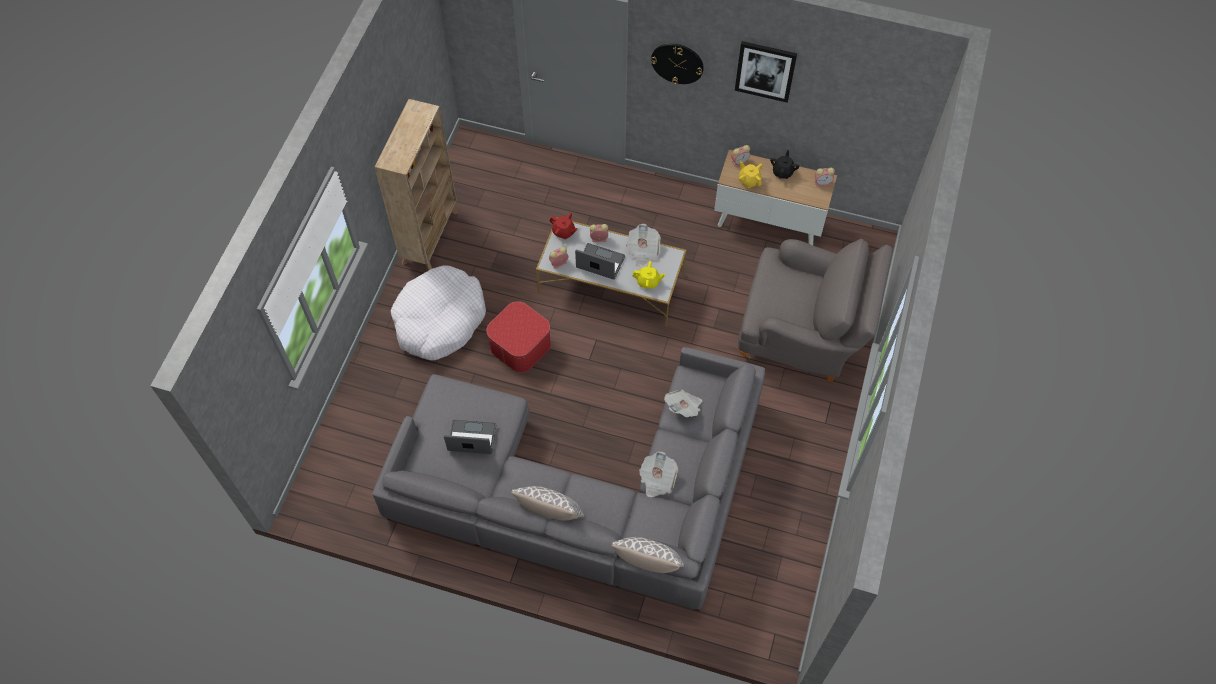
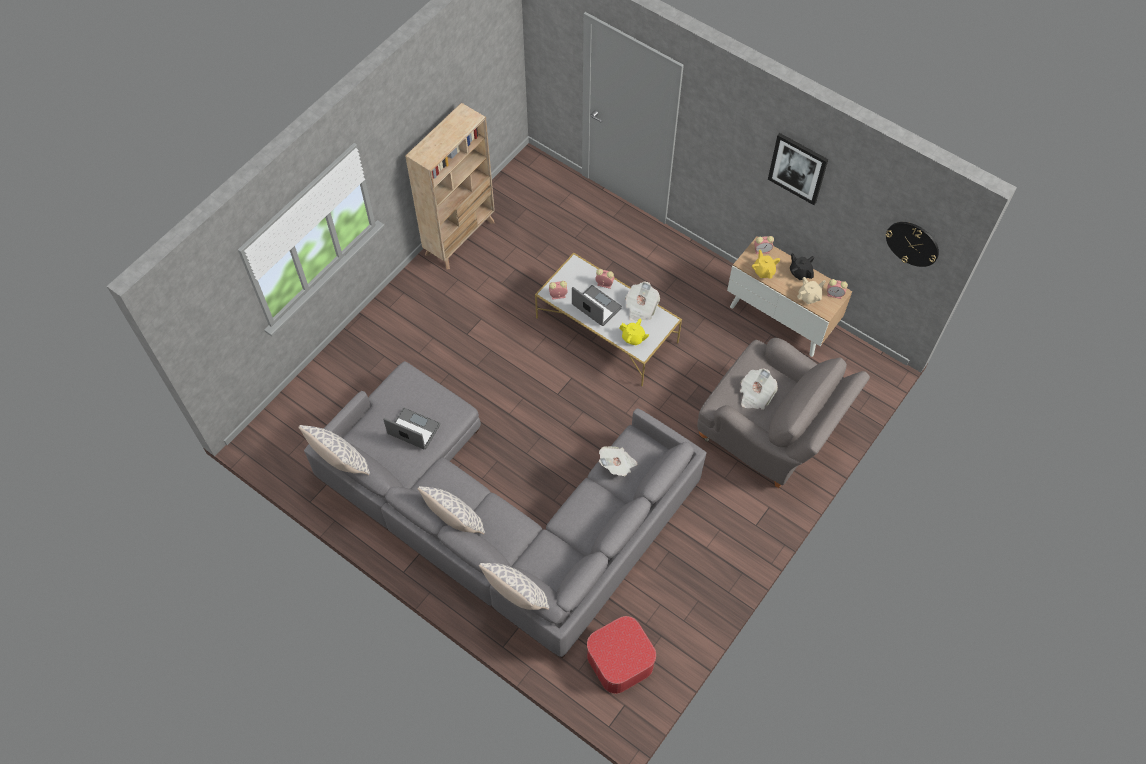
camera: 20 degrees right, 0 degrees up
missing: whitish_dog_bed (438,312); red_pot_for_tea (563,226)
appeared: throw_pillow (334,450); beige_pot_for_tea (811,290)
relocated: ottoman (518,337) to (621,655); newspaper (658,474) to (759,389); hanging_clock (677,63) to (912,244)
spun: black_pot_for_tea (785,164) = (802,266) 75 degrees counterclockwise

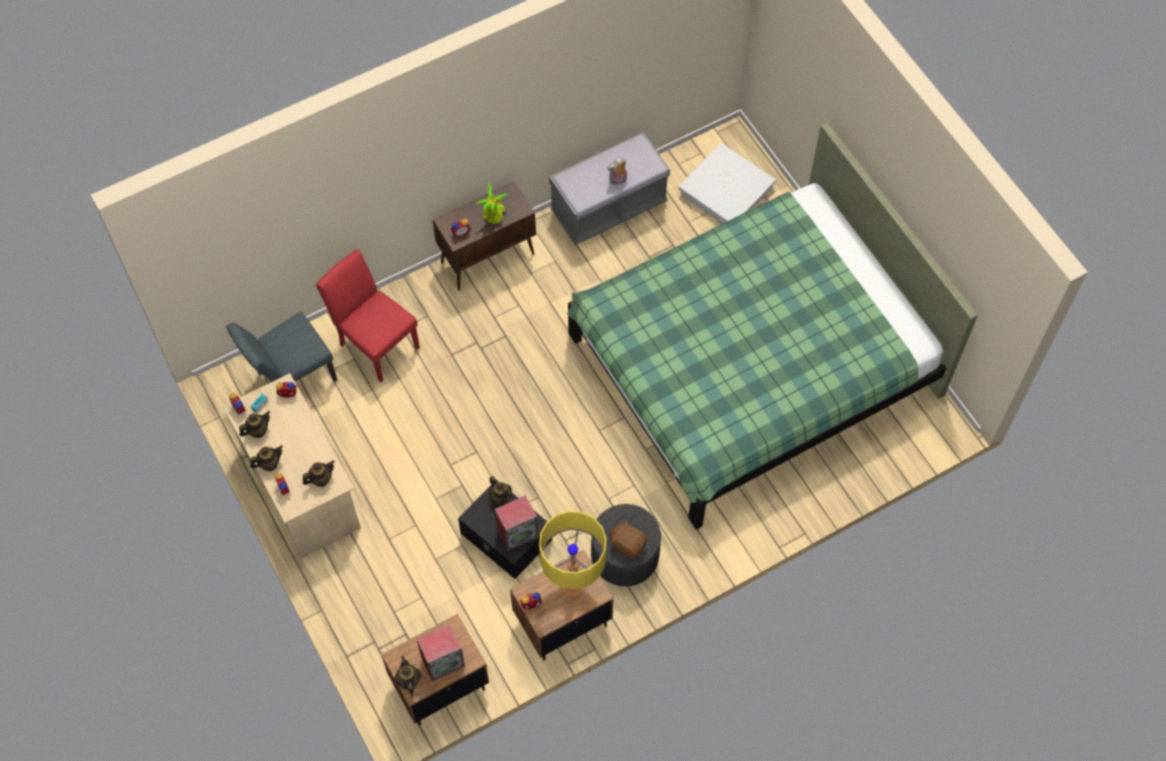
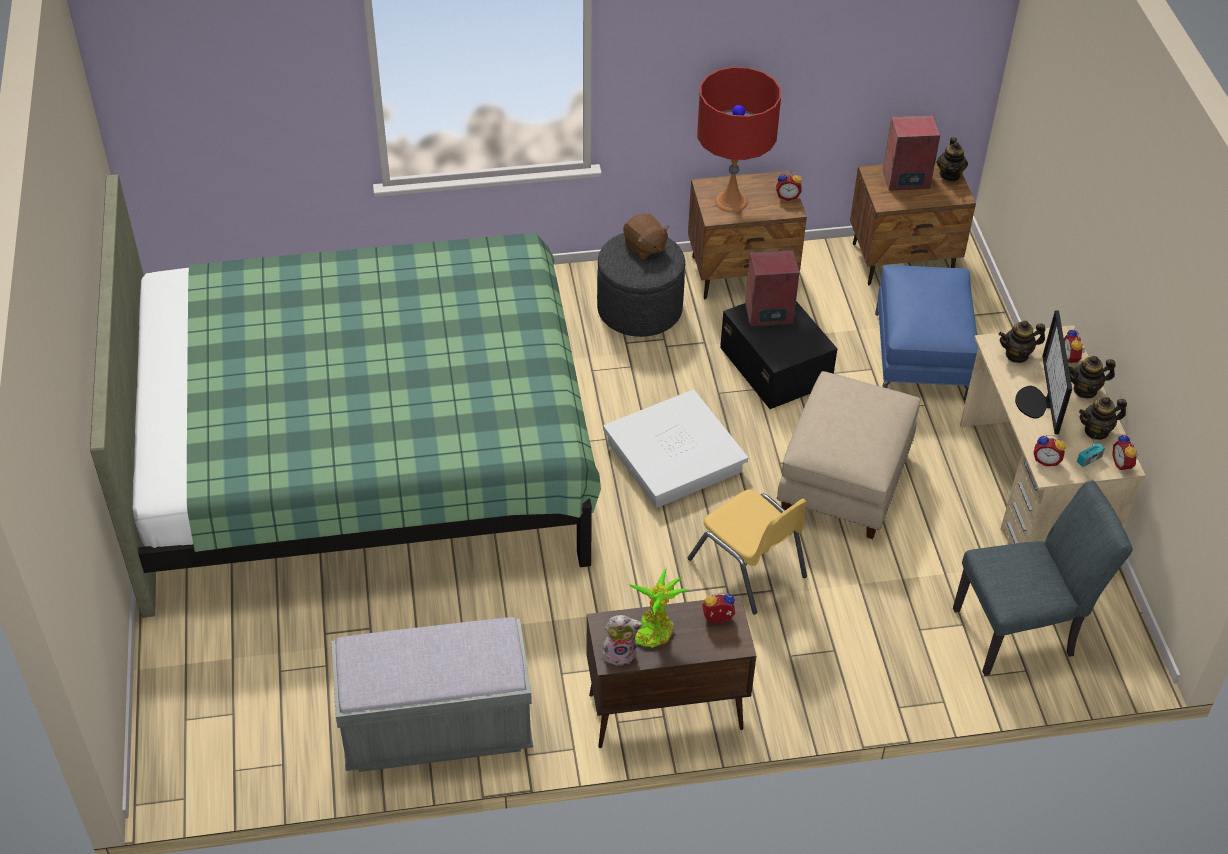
camera: 160 degrees left, 15 degrees down
missing: red_chair (368,315); pot_for_tea (501,490)
appeared: yellow_chair (747,552); beige_ottoman (848,455); bluish_ottoman (926,333); computer_display (1043,372)
relocated: plush_toy (617,171) to (622,640); whitish_storage_bin (727,183) to (675,448)
colour: yellow_tabletop_lamp (572,554) to red_tabletop_lamp (739,140)

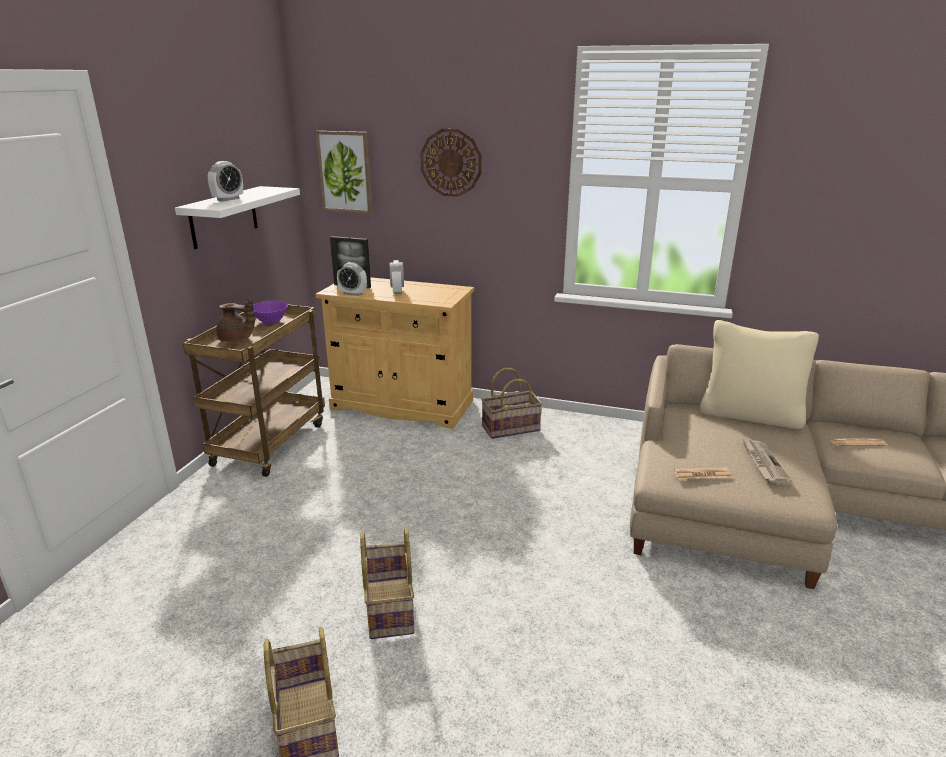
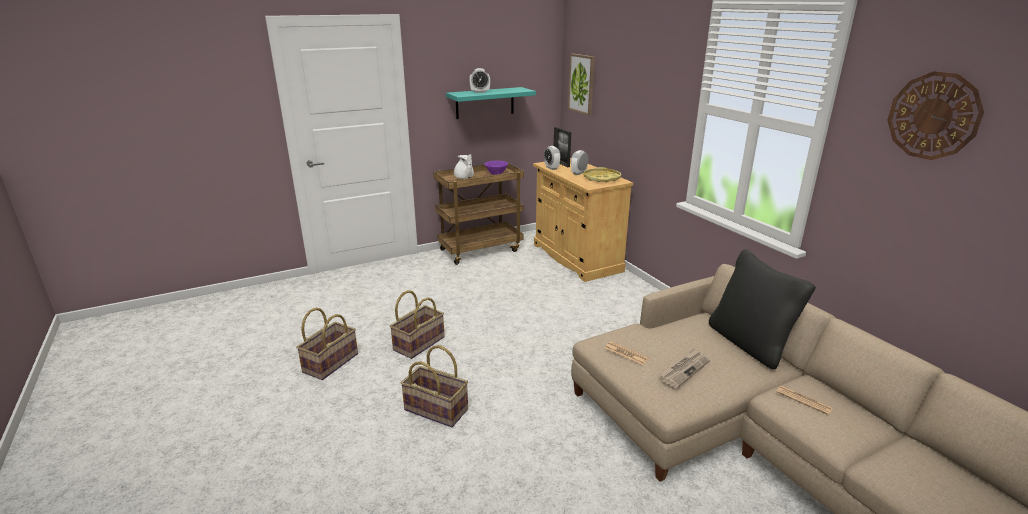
camera: 45 degrees right, 0 degrees up
appeared: yellow_serving_tray (602,175)
relocated: hanging_clock (451,163) to (935,115); basket (511,403) to (434,386)
colour: whitish_wall_shelf (237,217) to blue-green_wall_shelf (491,103); brownish_pot_for_tea (235,320) to whitish_pot_for_tea (464,166); beige_throw_pillow (759,374) to black_throw_pillow (762,309)

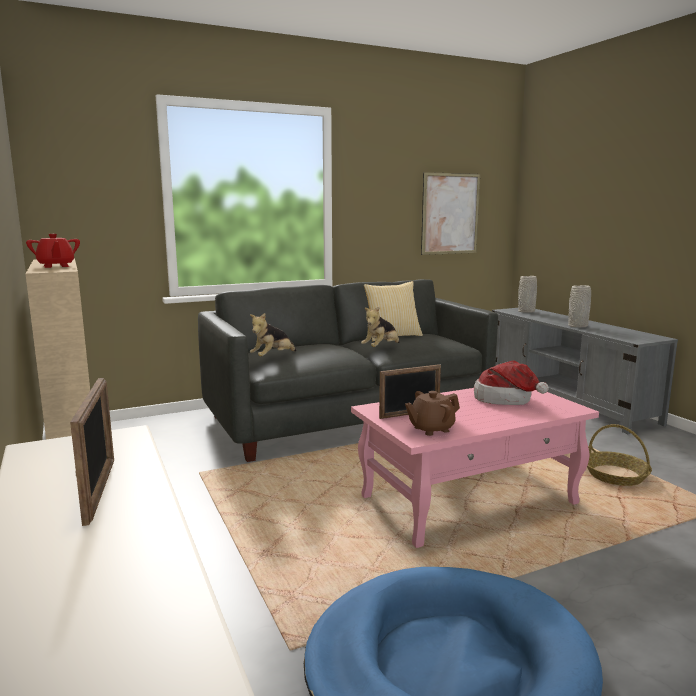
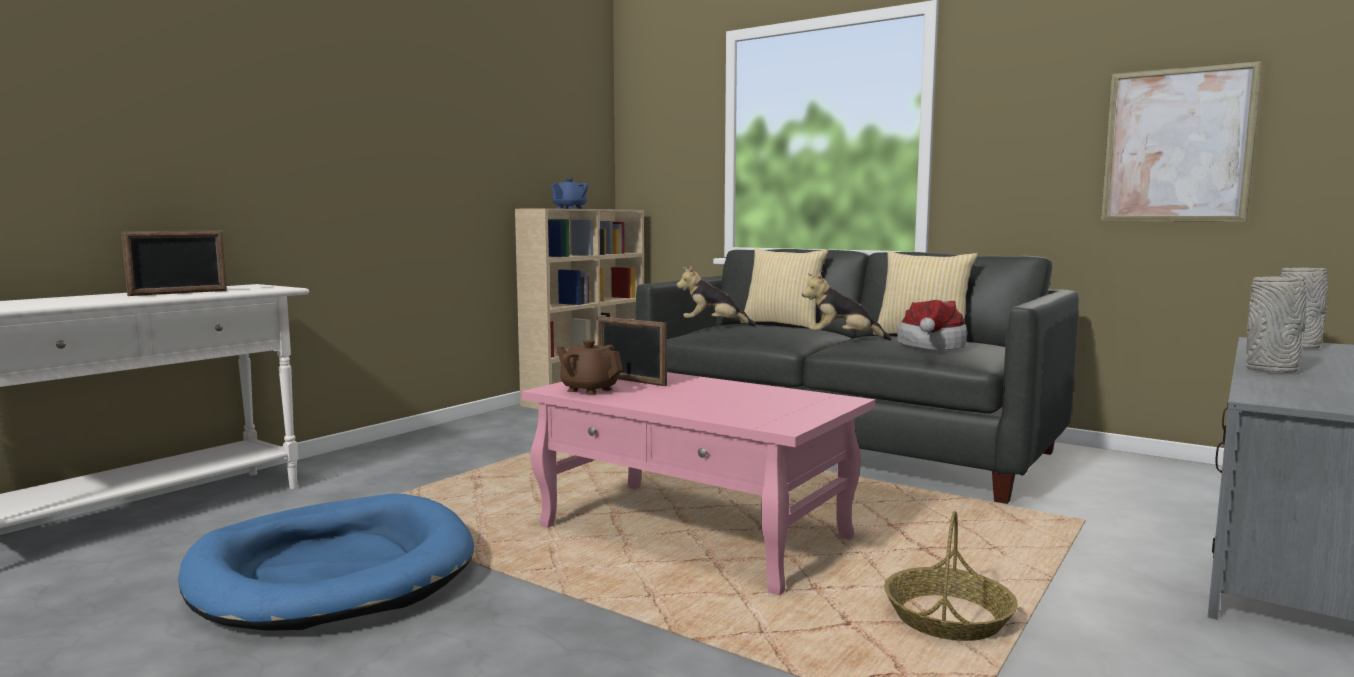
camera: 60 degrees right, 5 degrees down
appeared: throw_pillow (784,288)
relocated: hat (511,382) to (932,325)
colour: red_pot_for_tea (53,251) to bluish_pot_for_tea (569,193)

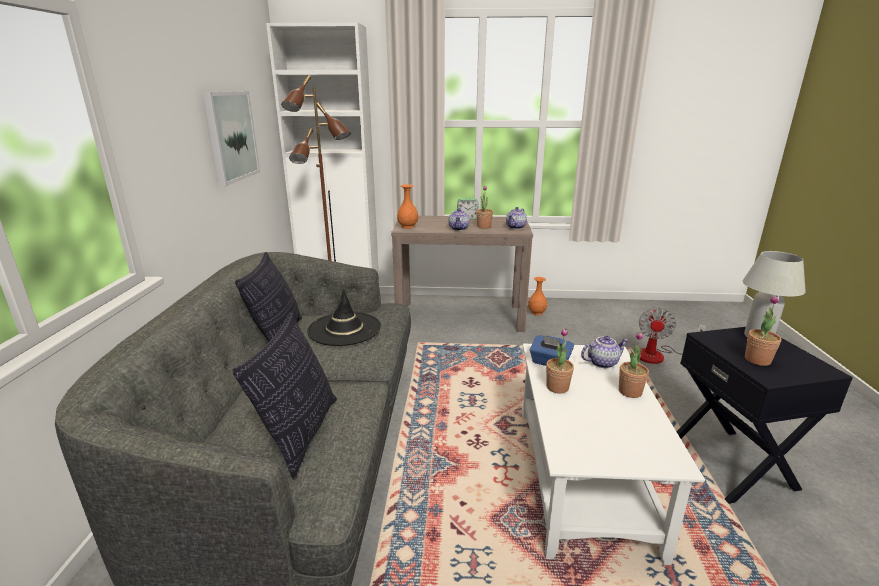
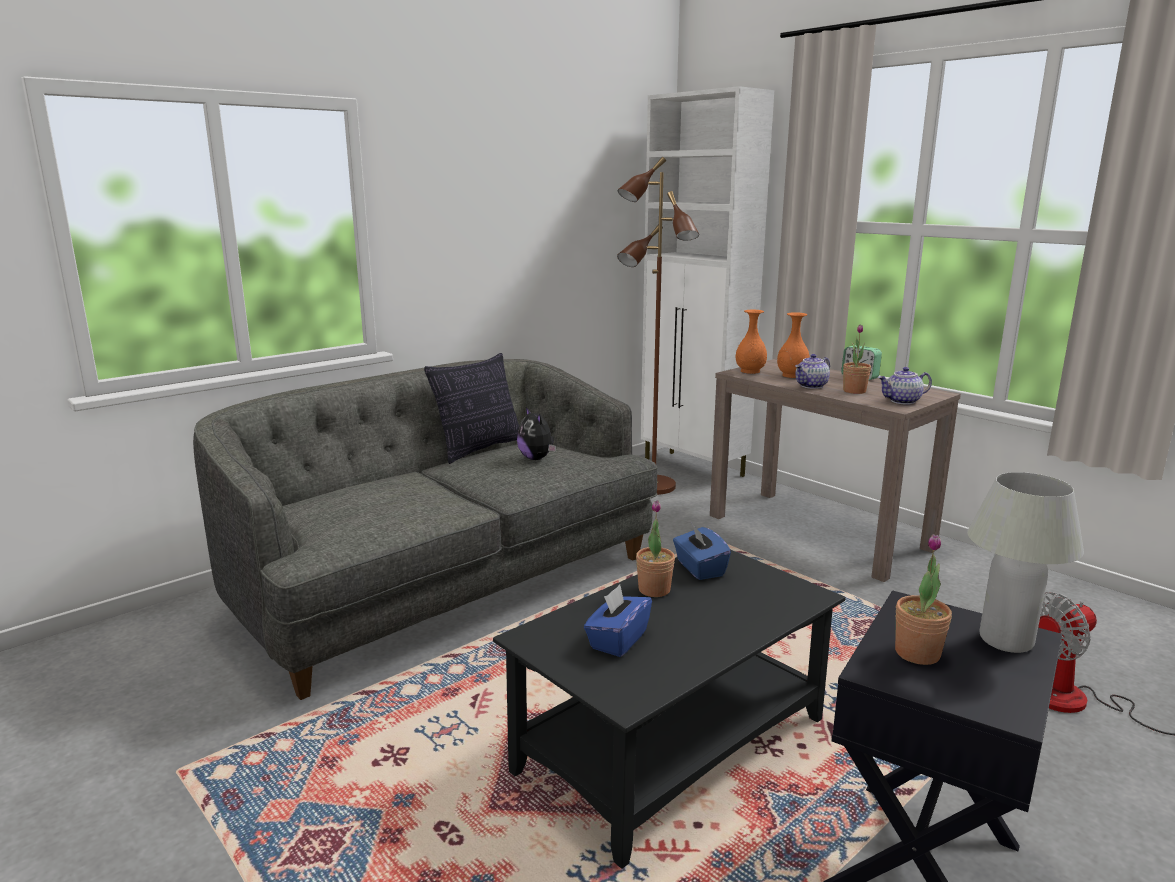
camera: 45 degrees right, 5 degrees down
missing: picture (231,138); throw_pillow (284,394); pot_for_tea (605,352); houseplant (634,364)
appeared: bluish_box_of_tissues (618,621)
relocated: orange-coloured_flower_vase (537,296) to (793,345)
exchanged: black_hat (344,317) to plush_toy (536,433)
colour: whitish_low_table (613,454) to black_low_table (669,709)

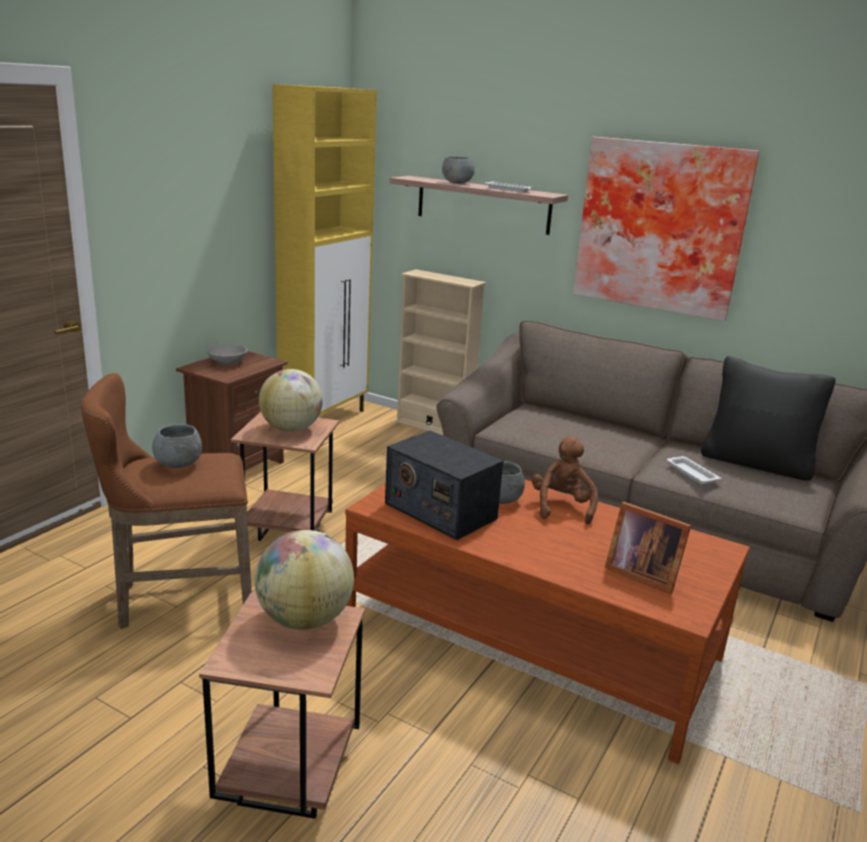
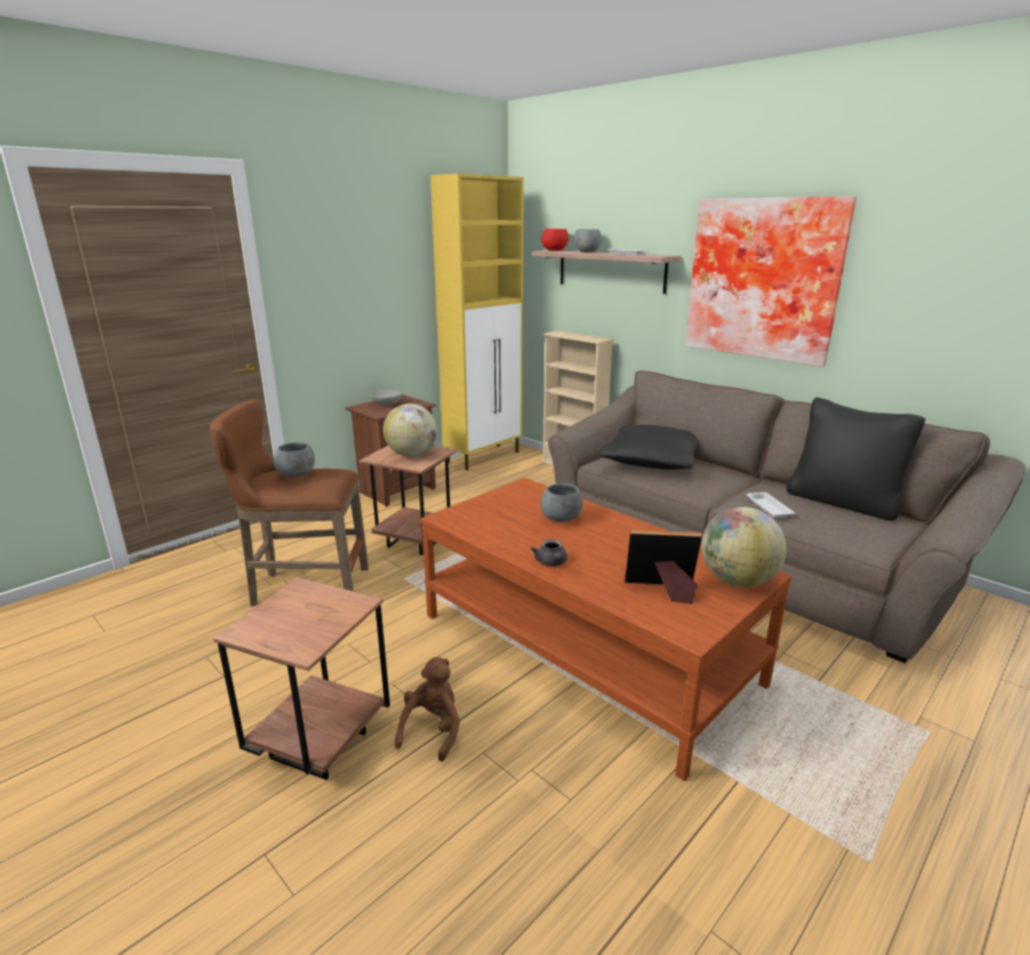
camera: 15 degrees right, 0 degrees up
missing: radio_receiver (444,485)
appeared: greyish_pot_for_tea (549,553); red_bowl (554,240); black_throw_pillow (649,447)
relocated: globe (304,580) to (743,547); brownish_plush_toy (565,480) to (427,709)
spun: photo_frame (648,548) = (663,567) 135 degrees clockwise

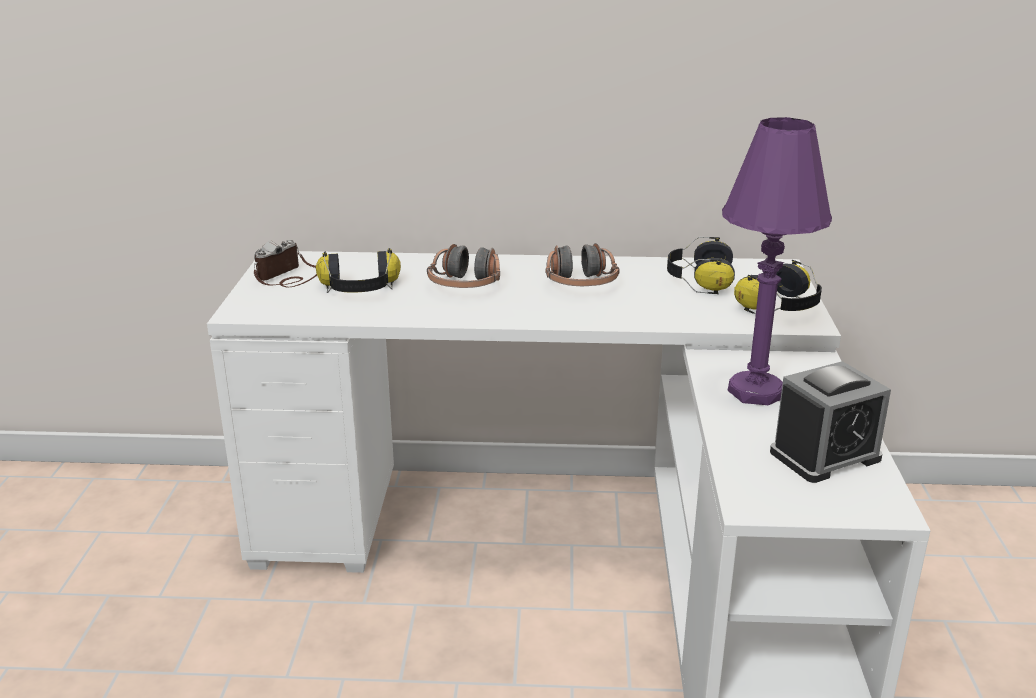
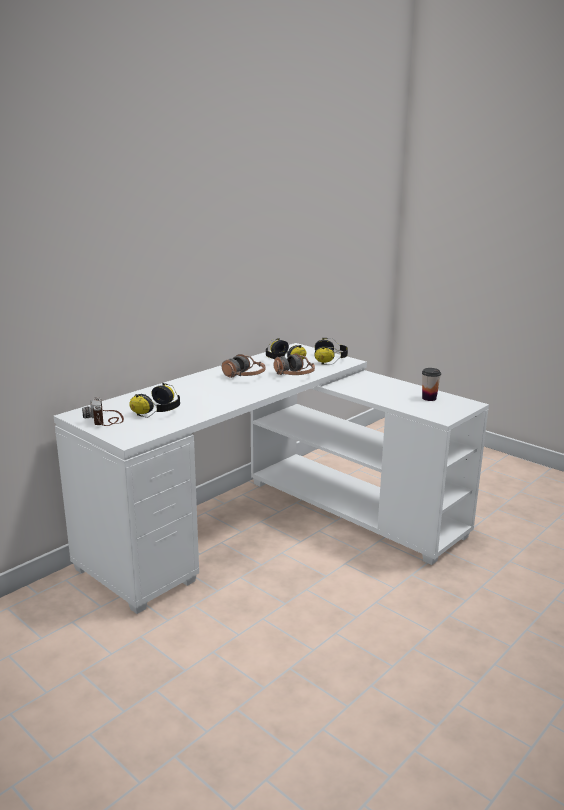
camera: 50 degrees left, 5 degrees down
missing: purple_tabletop_lamp (777,261)
relocated: pair_of_headphones (463,266) to (294,364)
exchanged: bedside_clock (830,422) to small_cup (431,384)

